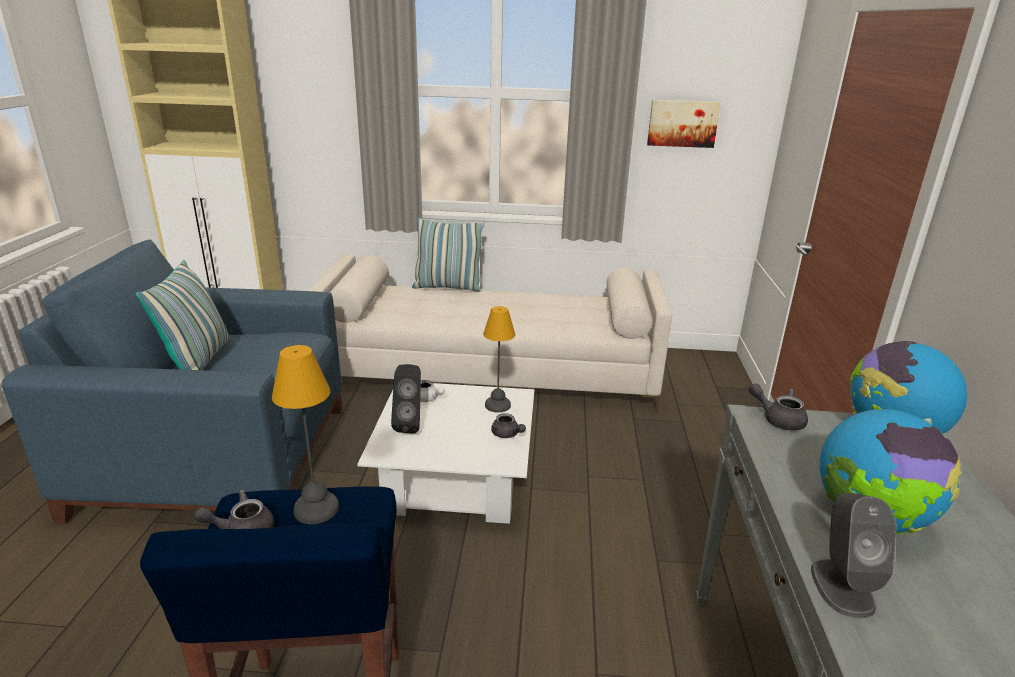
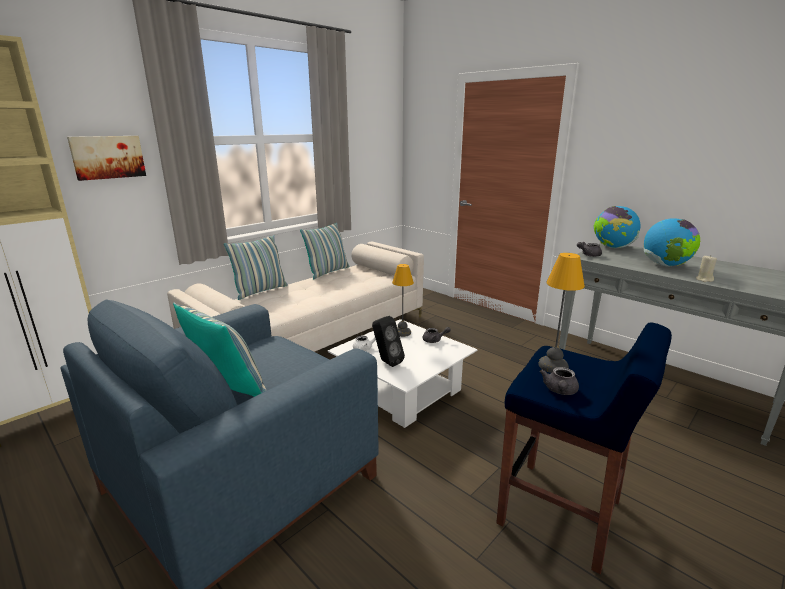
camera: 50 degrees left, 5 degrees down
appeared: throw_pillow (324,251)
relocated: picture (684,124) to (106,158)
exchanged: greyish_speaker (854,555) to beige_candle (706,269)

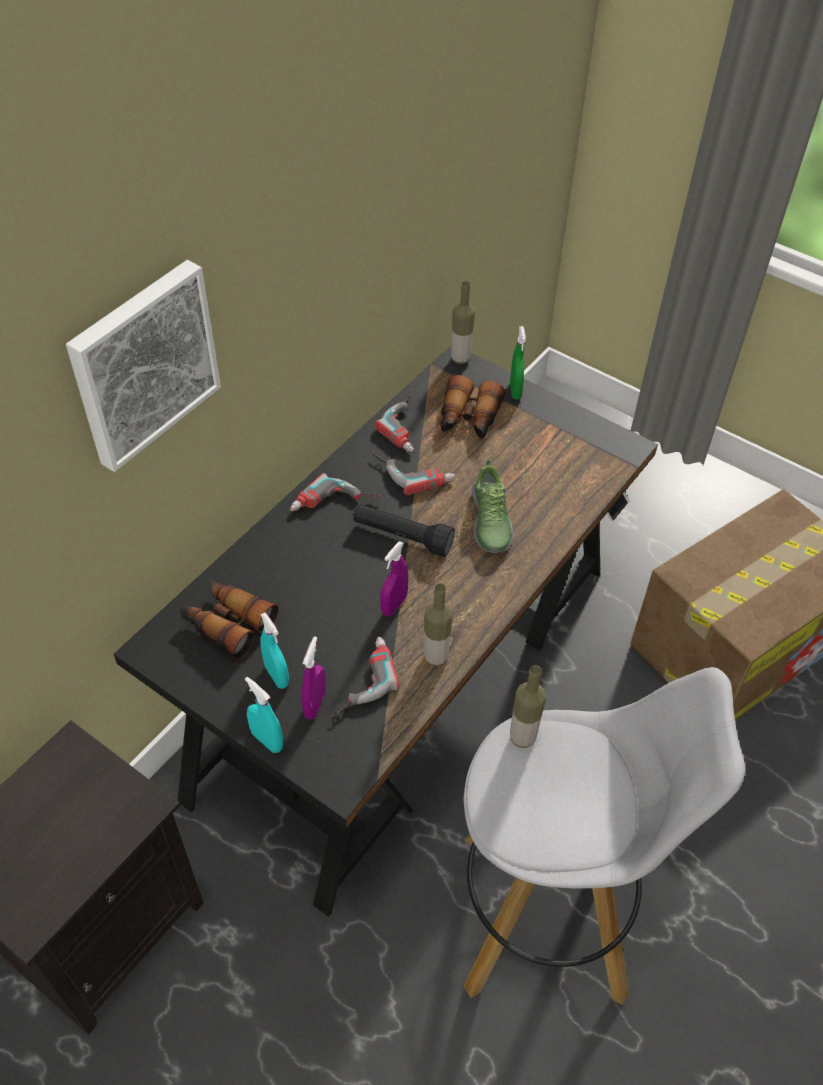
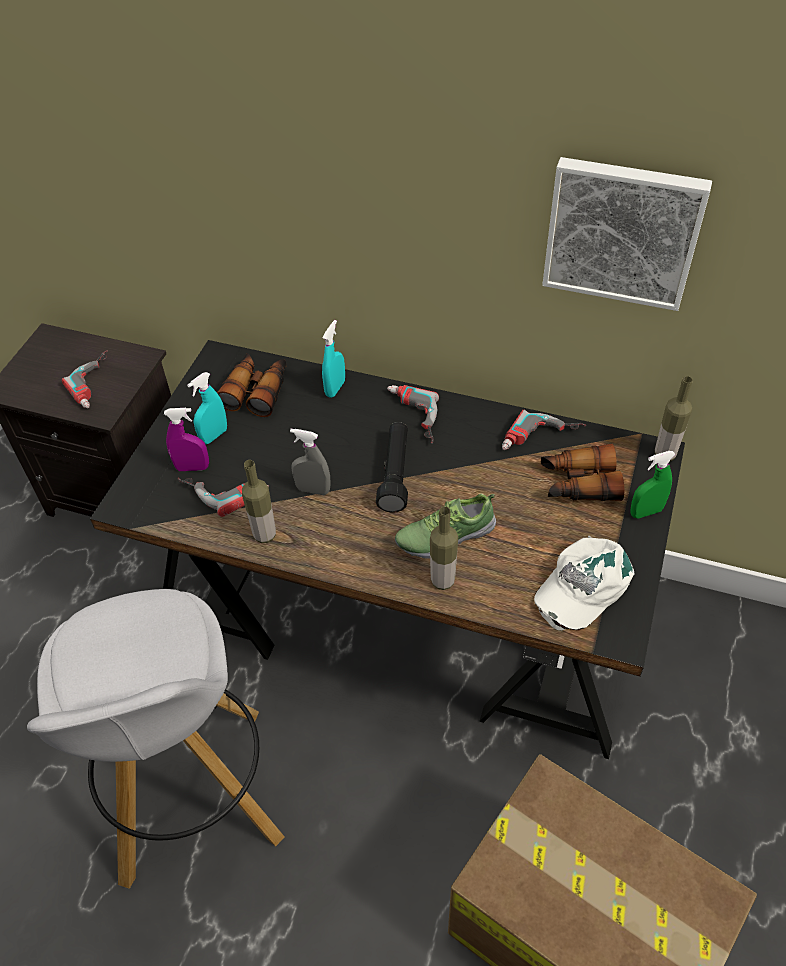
camera: 75 degrees right, 0 degrees up
appeared: whitish_peaked_cap (584,583)
relocated: picture (143,366) to (627,234); blue-green_hand_sprayer (264,715) to (333,359); power_drill (413,473) to (85,379); beverage_bottle (528,706) to (444,548)
colour: purple_hand_sprayer (394,578) to greyish_hand_sprayer (310,462)

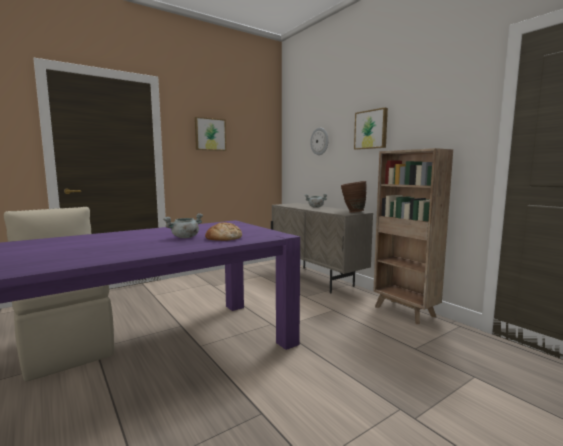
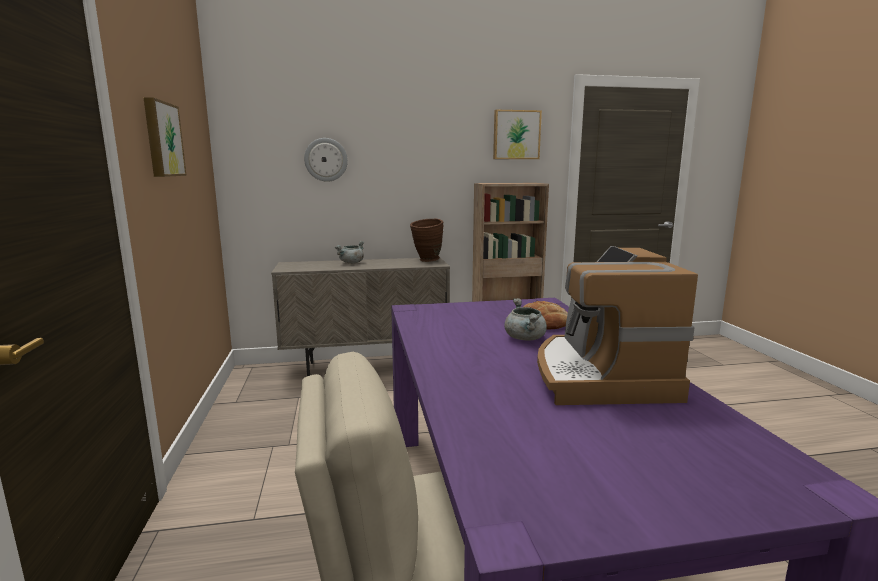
camera: 65 degrees left, 5 degrees up
appeared: coffee_brewer (617,325)
relocated: picture (371,129) to (517,134)

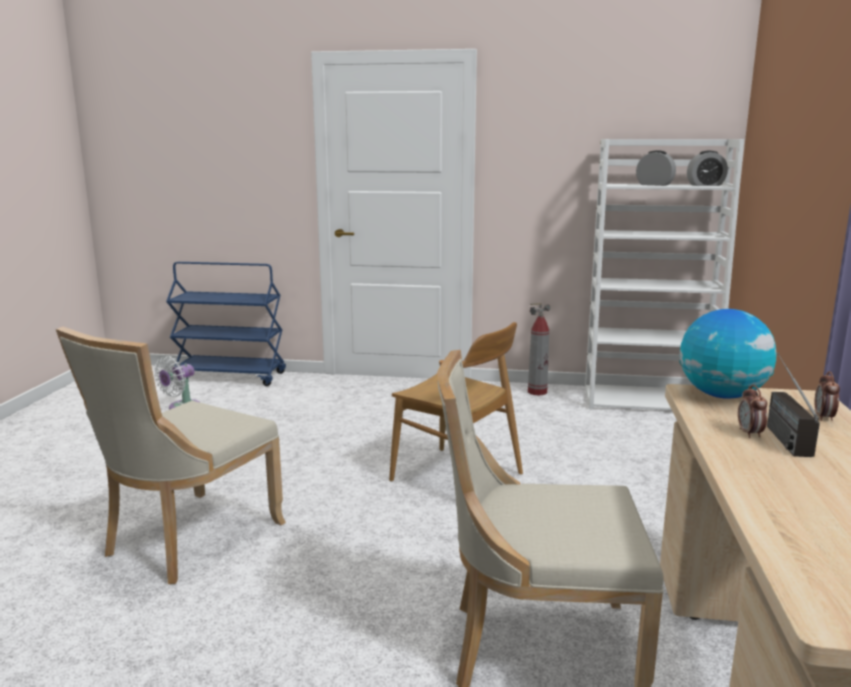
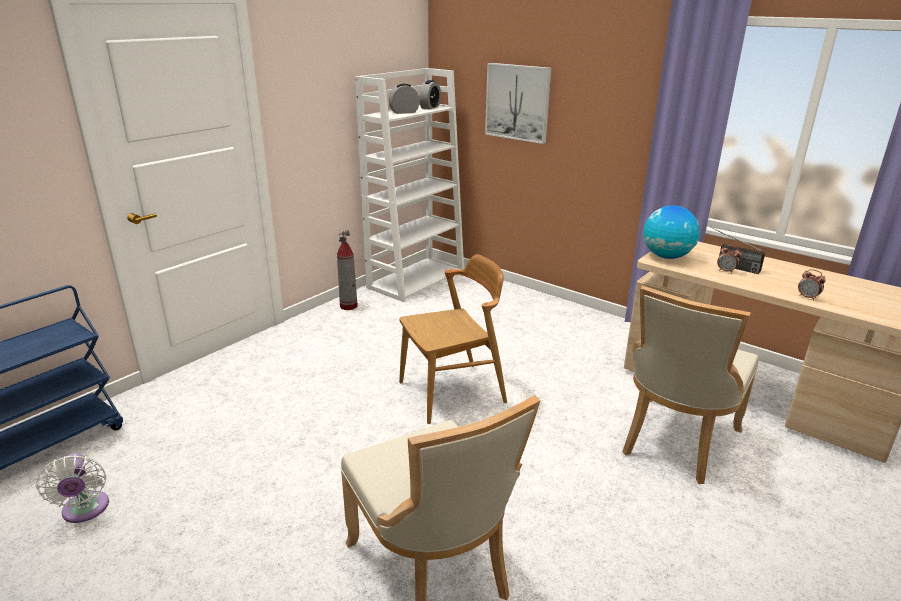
camera: 60 degrees left, 10 degrees up
appeared: picture (518,103)
relocated: bedside_clock (827,396) to (812,285)

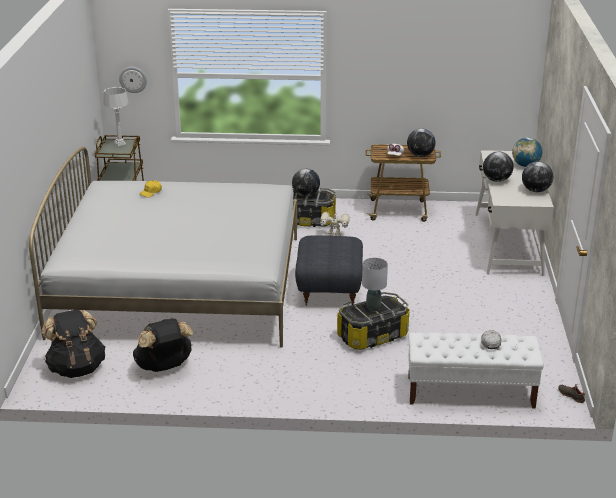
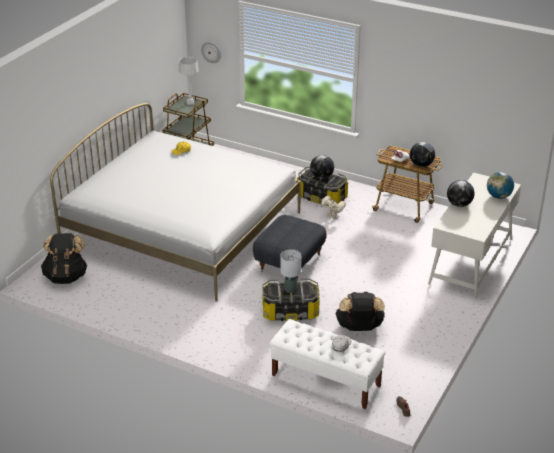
camera: 25 degrees right, 5 degrees up
missing: globe (537,176)
relocated: black_backpack (163,345) to (360,311)

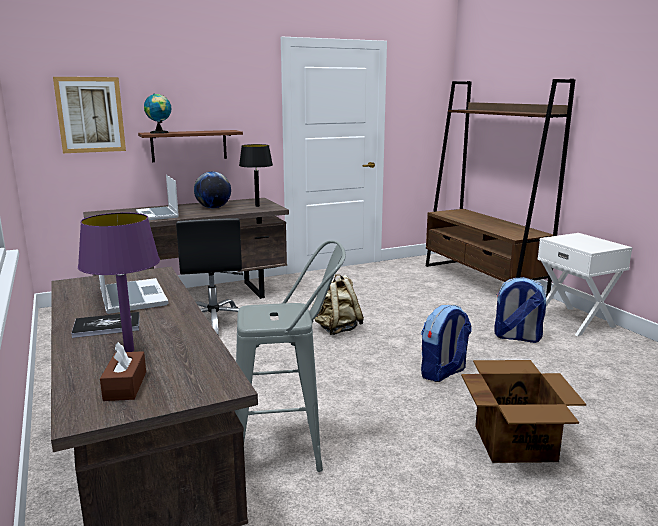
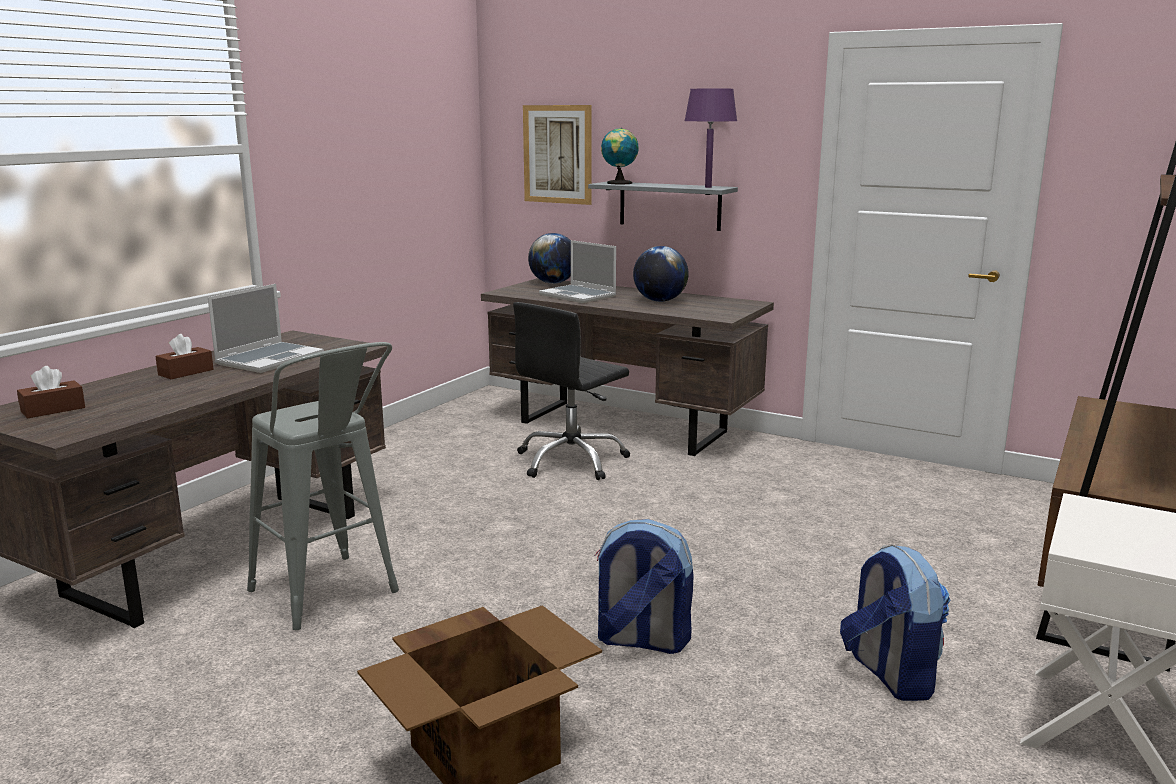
camera: 55 degrees right, 0 degrees up
missing: black_tabletop_lamp (256,175); beige_backpack (338,304)
appeared: globe (549,258)
relocated: purple_tabletop_lamp (119,282) to (710,138)
exchanged: volume (105,325) to brownish_box_of_tissues (184,356)
colour: brownish_wall_shelf (190,146) to greyish_wall_shelf (663,206)
spun: notebook_computer (157,197) = (577,271) 75 degrees counterclockwise

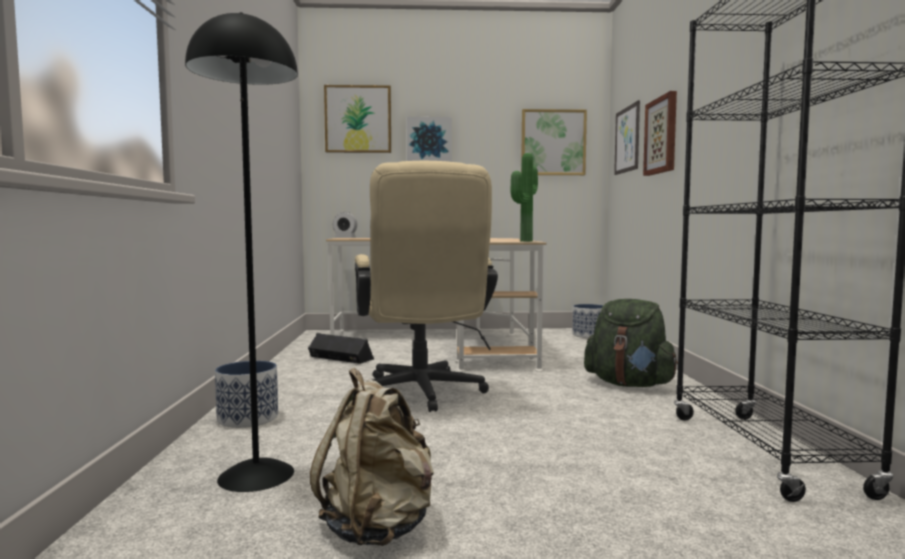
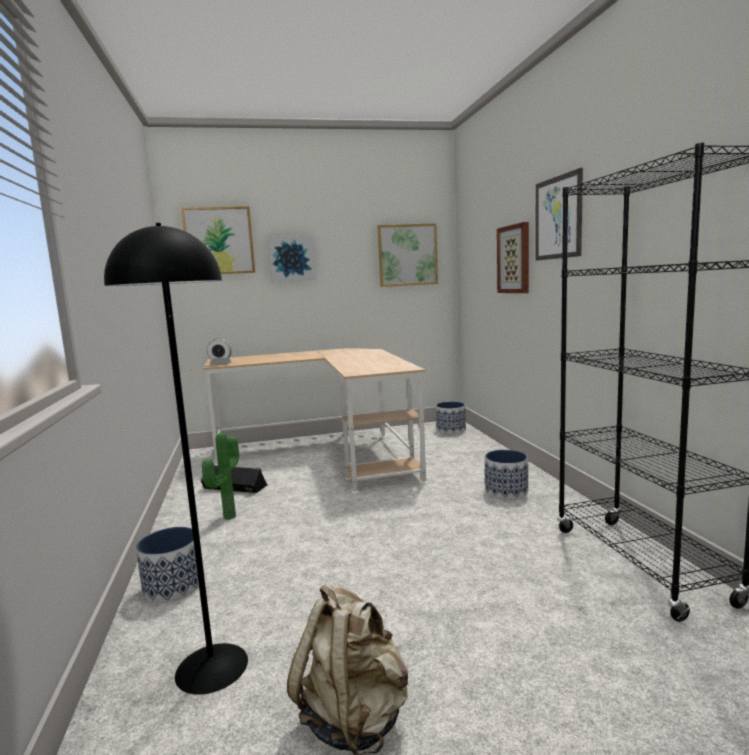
camera: 10 degrees left, 5 degrees up
missing: beige_computer_chair (426,286)
relocated: houseplant (524,197) to (220,476); picture (627,137) to (559,214)
exchanged: green_backpack (631,343) to flower_pot (506,475)

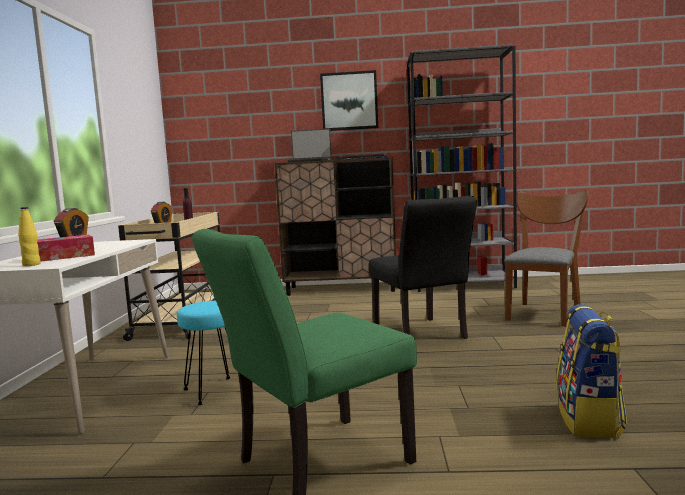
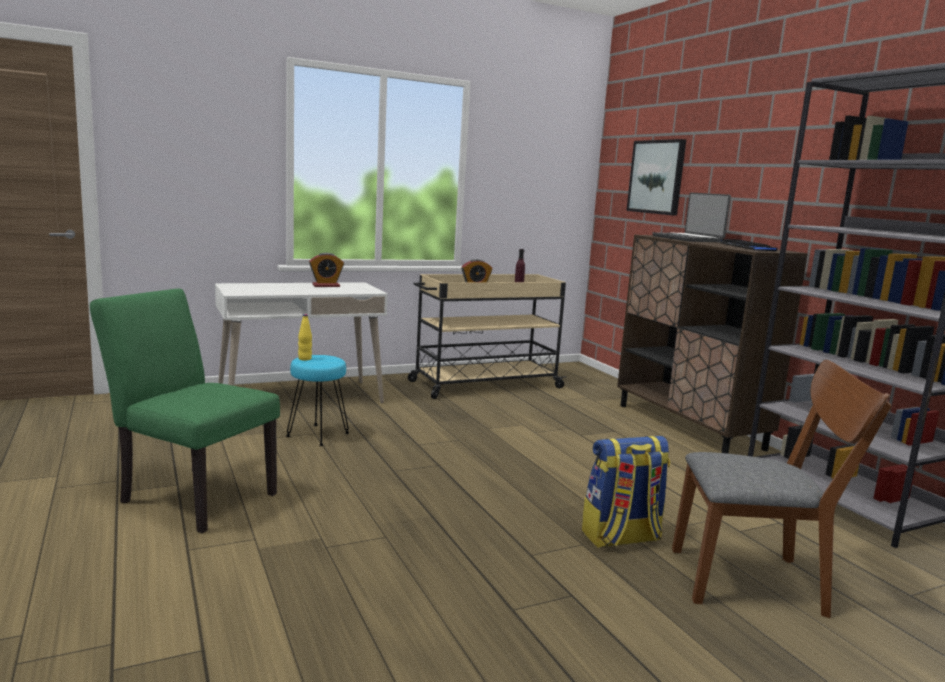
camera: 60 degrees right, 5 degrees up
missing: box_of_tissues (66,248); black_chair (423,267)
relocated: yellow_beverage_bottle (29,236) to (305,337); picture (349,100) to (656,177); backpack (591,371) to (626,492)

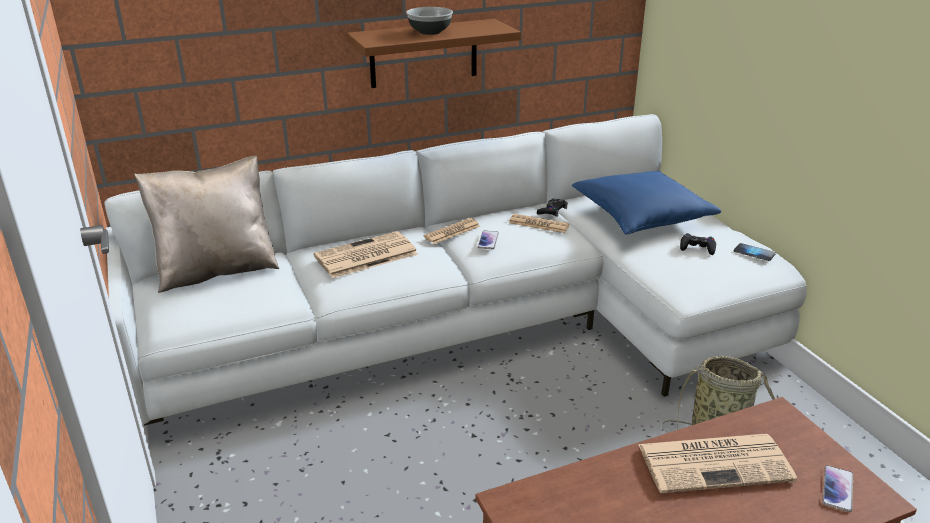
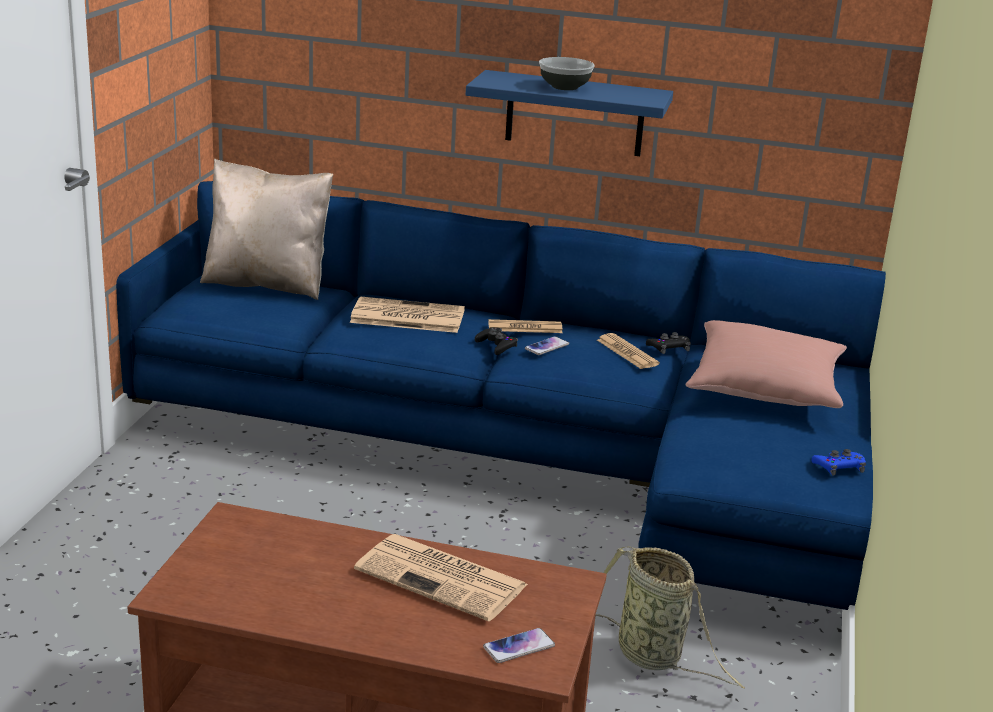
camera: 35 degrees right, 5 degrees down
relocated: black_gamepad (698,244) to (496,341)
exchanged: handset (755,252) to bluish_gamepad (838,462)
colour: whitish_sofa (455,270) to bluish_sofa (501,395); brownish_wall_shelf (434,53) to bluish_wall_shelf (569,113); bluish_throw_pillow (646,203) to pink-coloured_throw_pillow (766,364)

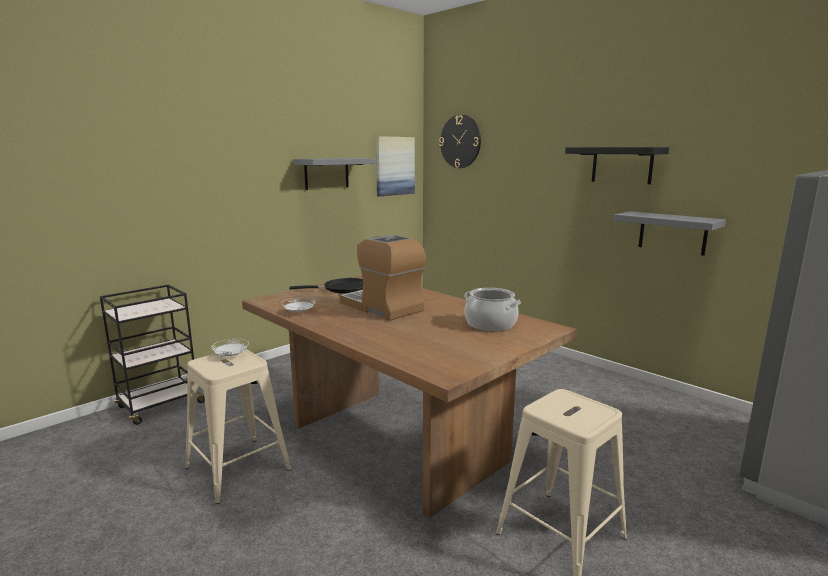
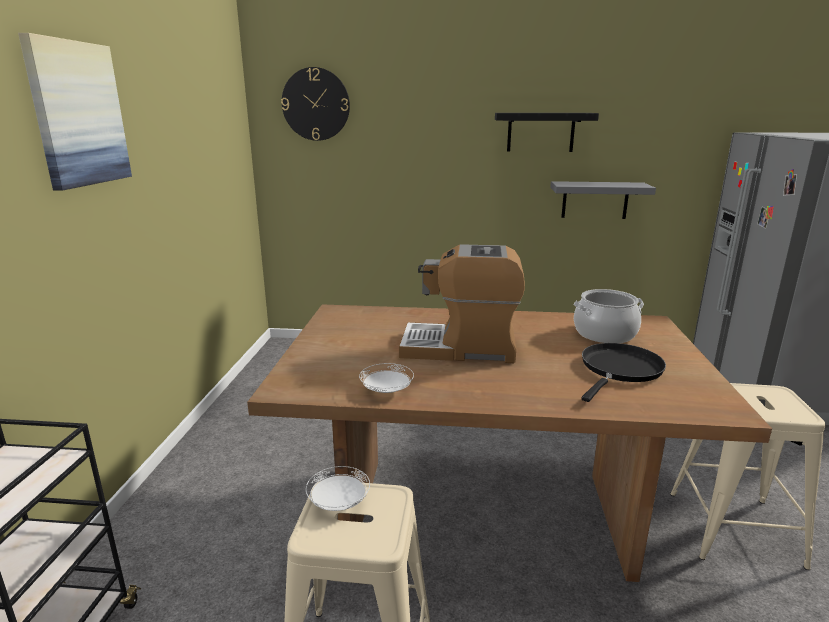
camera: 40 degrees left, 5 degrees up
missing: greyish_wall_shelf (334,174)
relocated: black_pan (326,285) to (624,372); picture (395,166) to (75,112)

